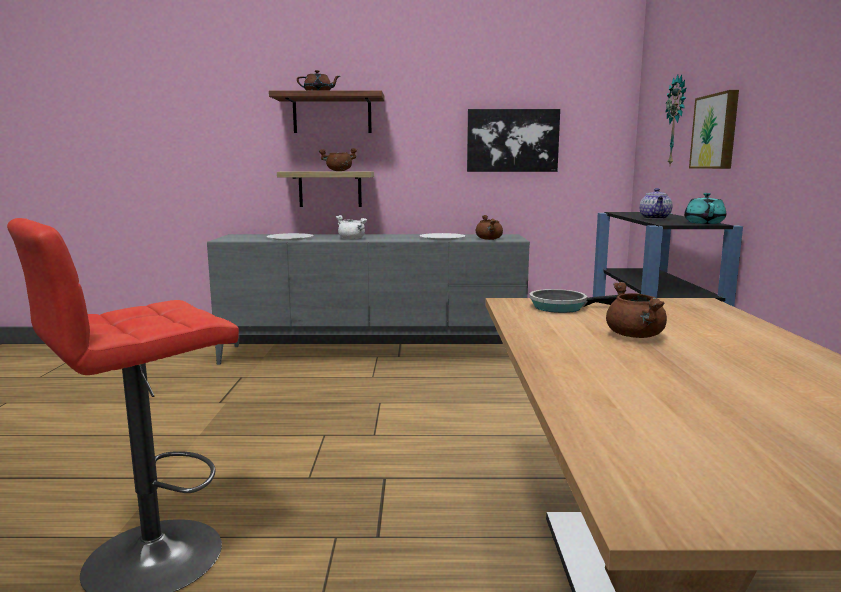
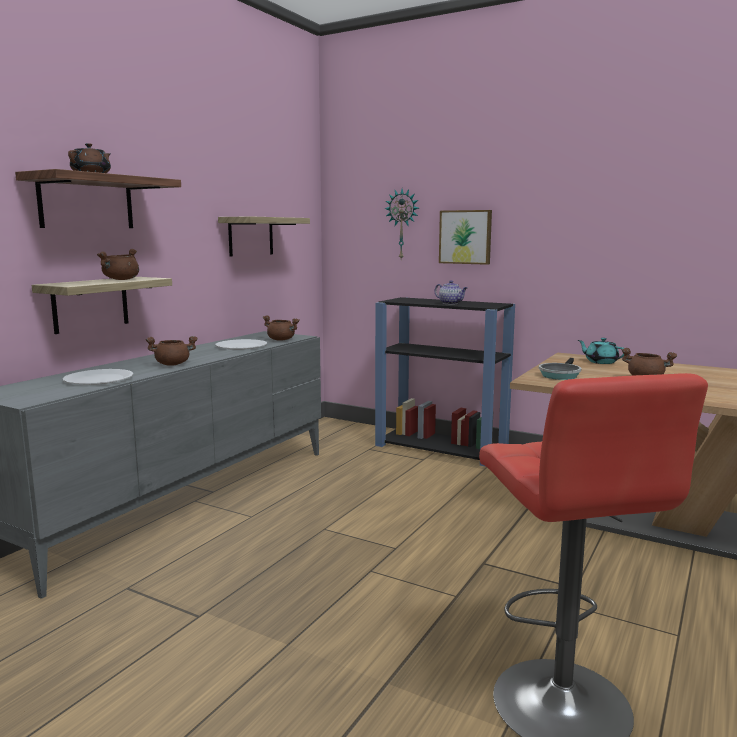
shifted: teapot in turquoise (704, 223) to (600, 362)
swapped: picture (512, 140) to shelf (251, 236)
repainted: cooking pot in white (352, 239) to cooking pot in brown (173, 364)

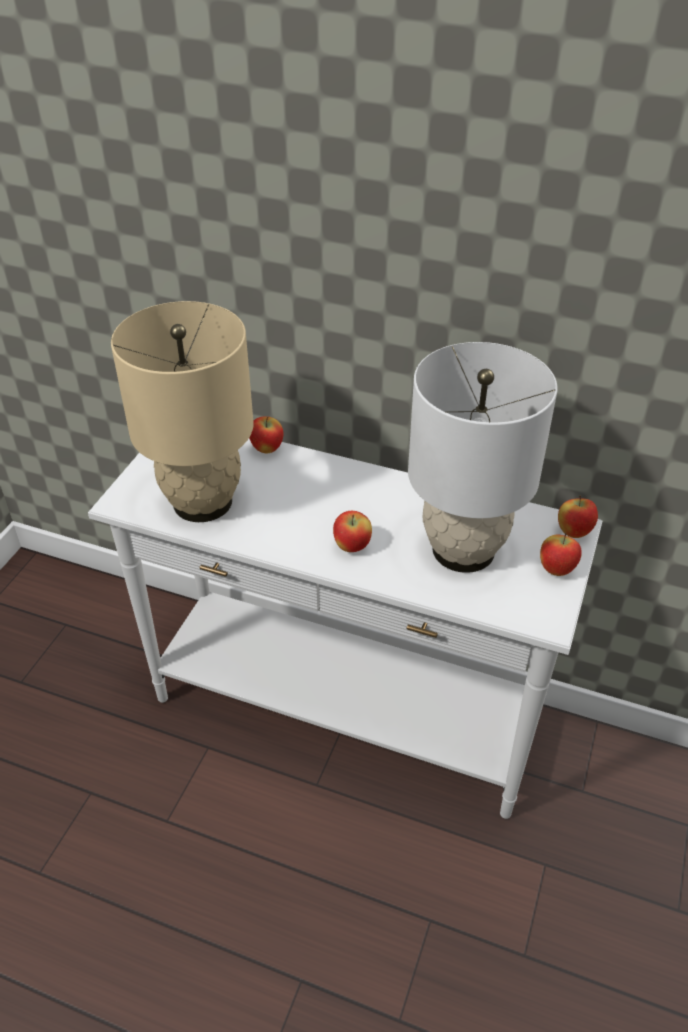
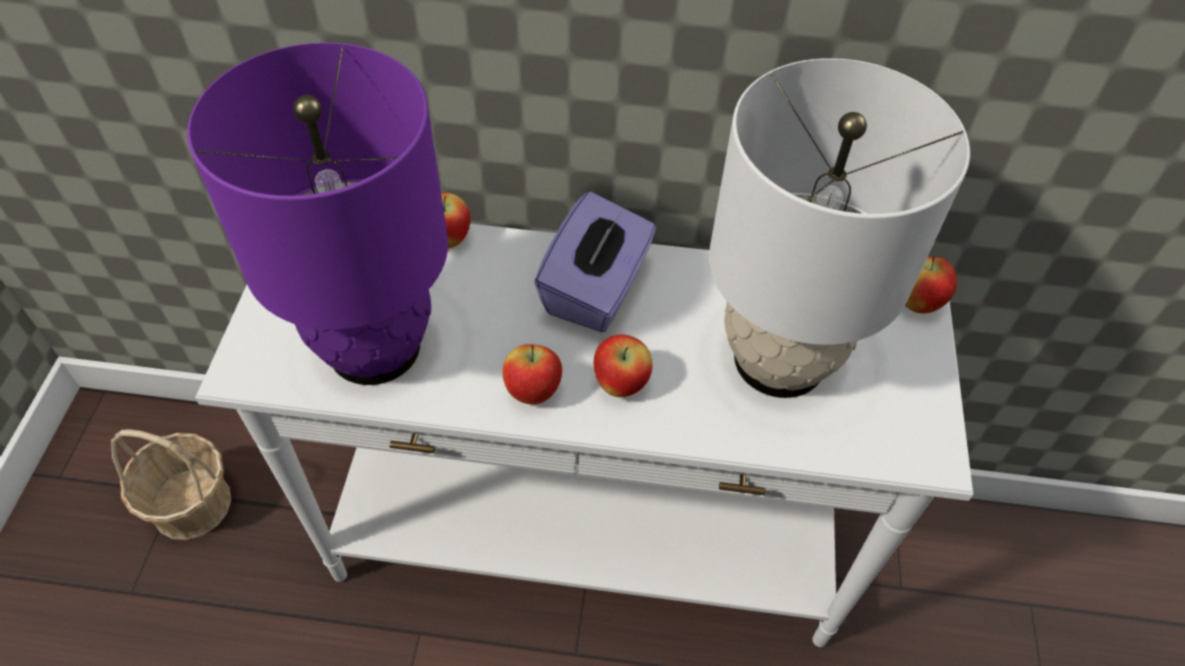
new: basket (191, 503); tissue box in purple (596, 290)
shifted: apple (556, 570) to (533, 392)
repainted: table lamp in beige (203, 502) to table lamp in purple (375, 347)

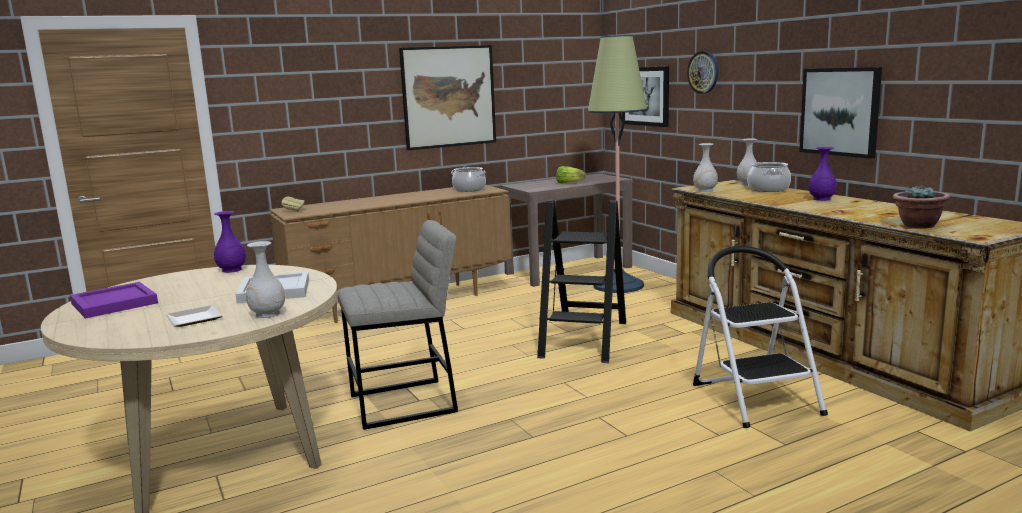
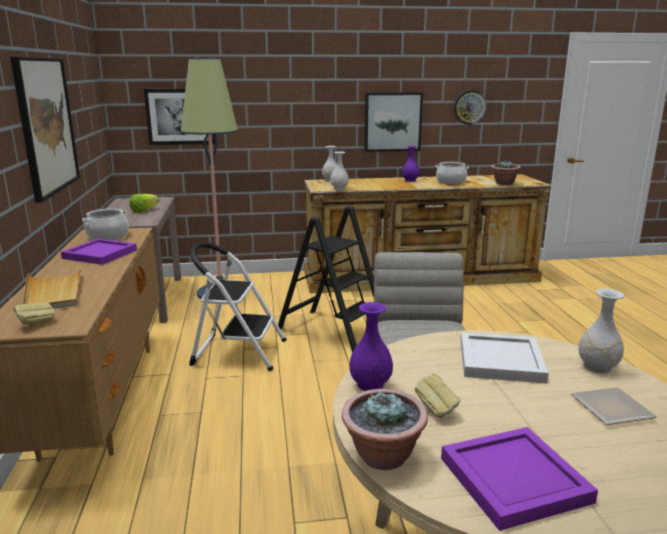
new: tray in beige (53, 293); tray in purple (99, 254); potted plant (383, 456); bread (436, 410)
shifted: wall clock (703, 72) to (469, 107); step ladder (754, 398) to (236, 352); cooking pot (768, 189) to (450, 182)

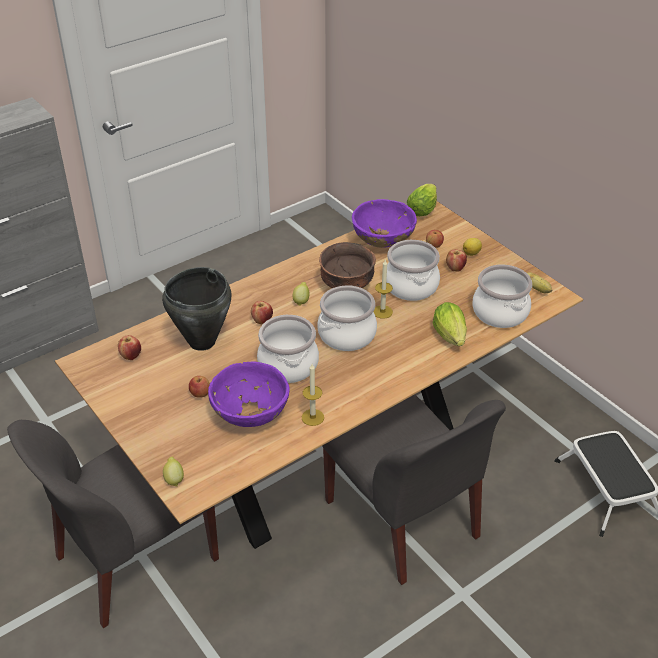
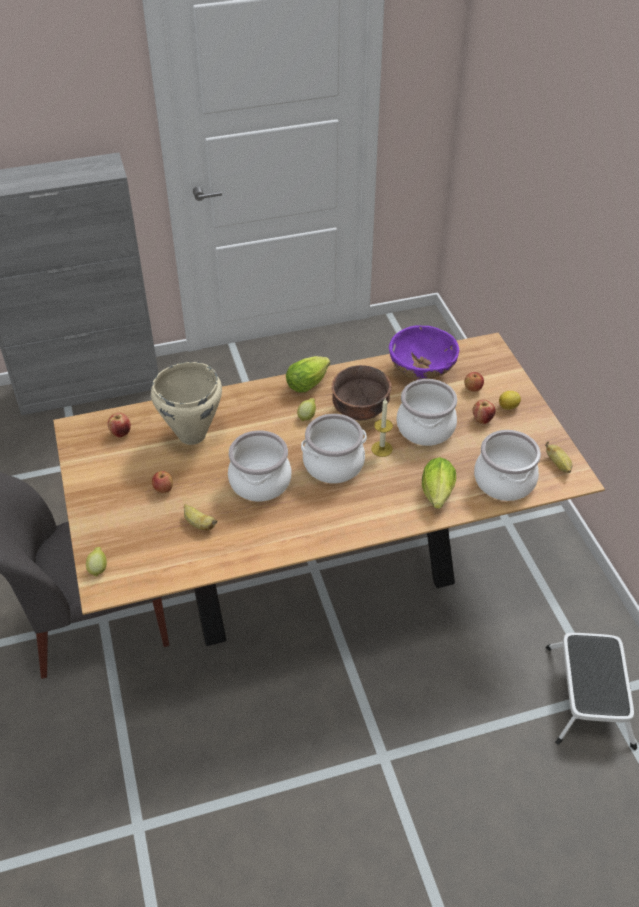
gone: apple (262, 321); candle (312, 417); chair in grey (404, 521)
shifted: lettuce (423, 209) to (309, 383)
swapped: bowl in purple (250, 415) to banana (199, 524)
repainted: cooking pot in black (201, 342) to cooking pot in beige (191, 435)

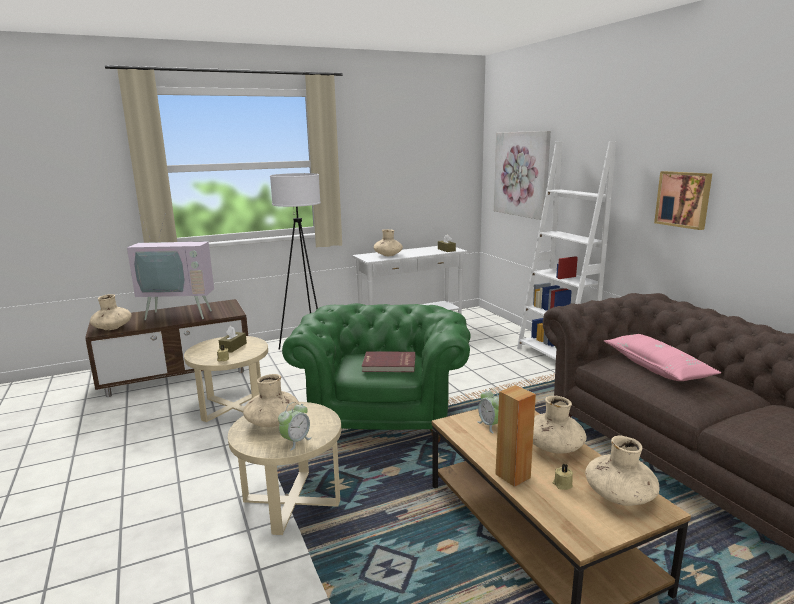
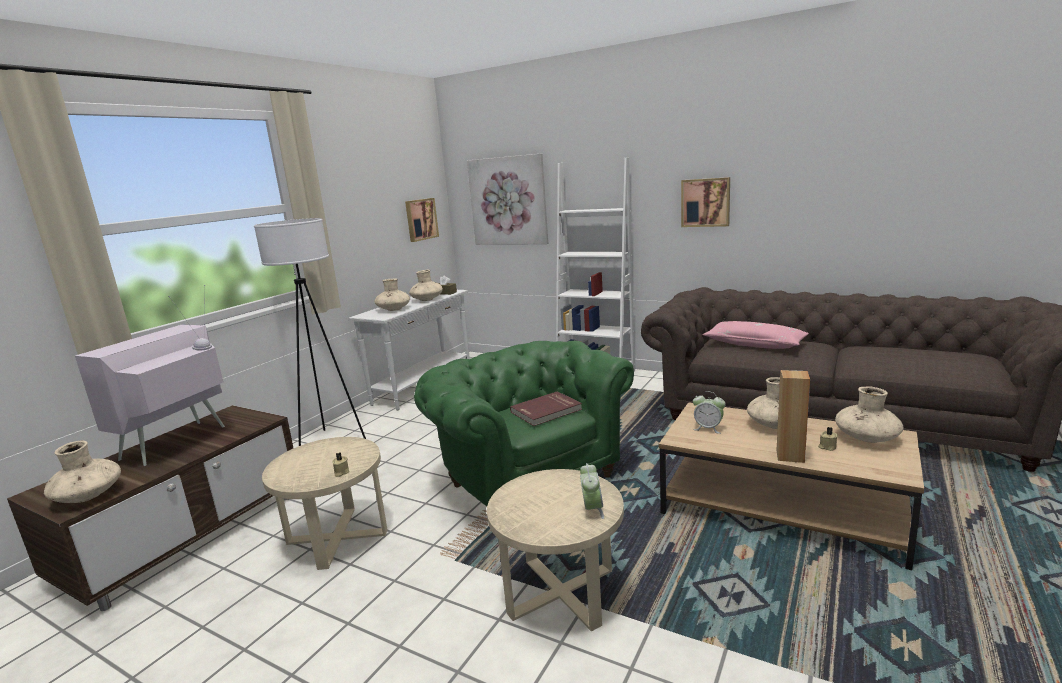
gone: tissue box in brown (233, 347)
new: picture (420, 219)
shifted: vase in beige (272, 422) to (427, 299)
rotated: television (181, 313) = (179, 443) 150 degrees clockwise

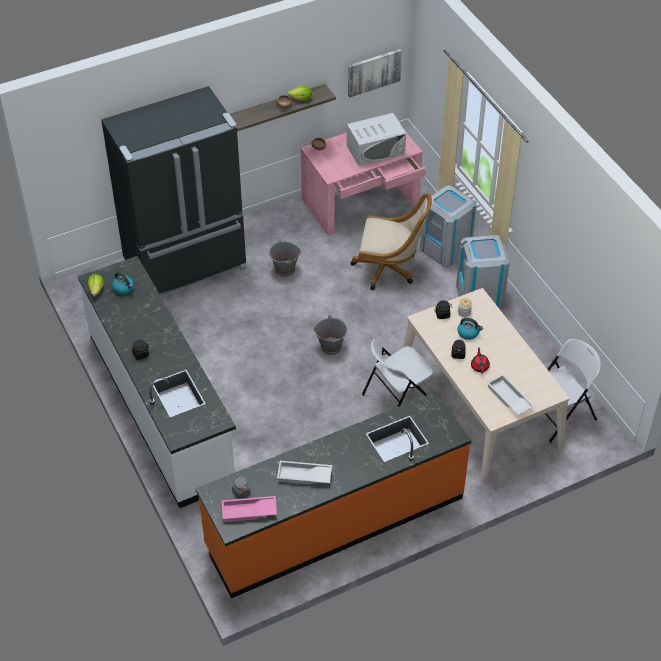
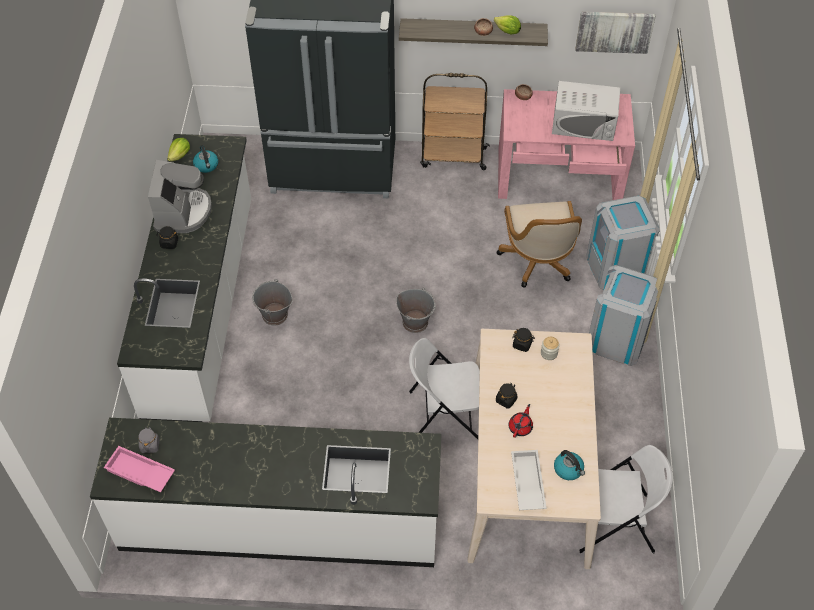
gone: tray in white (304, 476)
new: coffee machine (182, 212); cart in brown (452, 157)
shifted: bucket in grey (284, 269) to (274, 315); kettle (468, 333) to (568, 469)
repainted: counter in orange (335, 522) to counter in white (280, 521)
rotated: office chair (389, 268) = (539, 263) 45 degrees clockwise

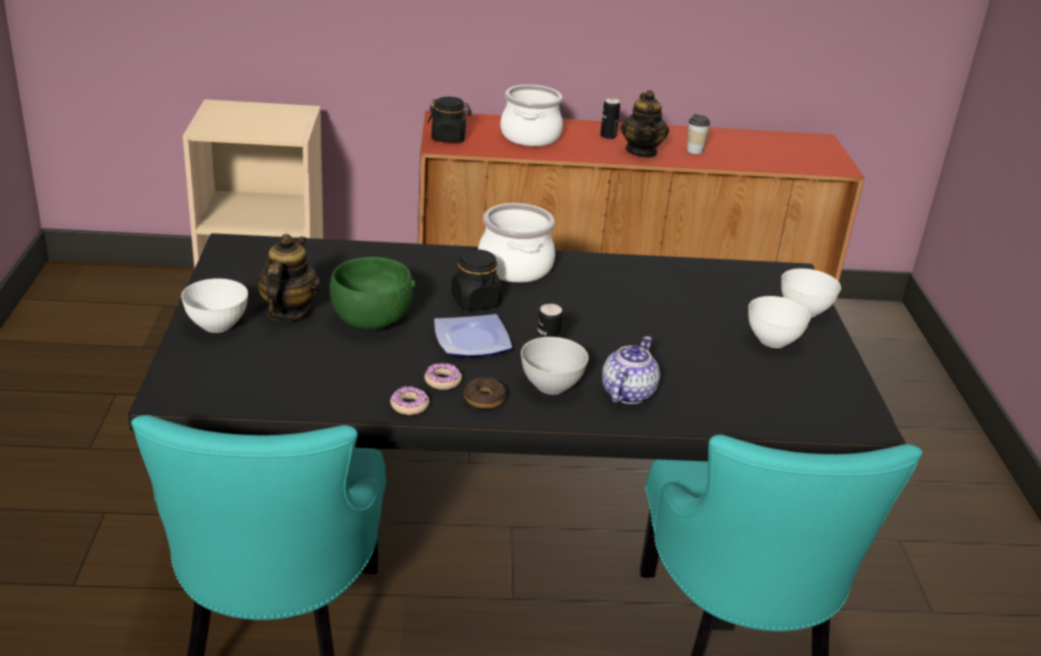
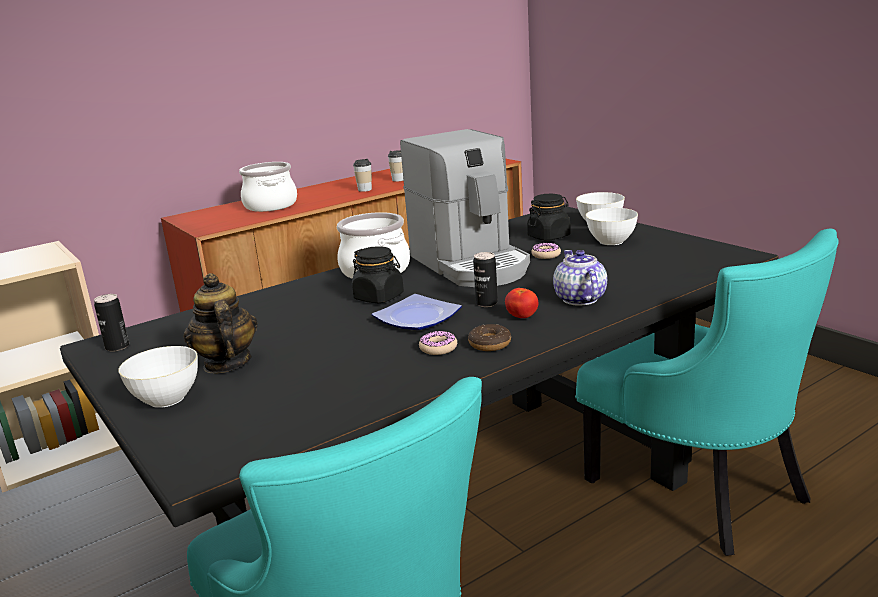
gone: bowl in green (371, 320)
new: coffee machine (471, 264)
shifted: donut (409, 405) to (546, 255); jar in black (448, 138) to (549, 236); can (608, 136) to (117, 347)
swapped: bowl in grey (551, 385) to tomato (522, 317); teapot (642, 151) to cup (364, 189)

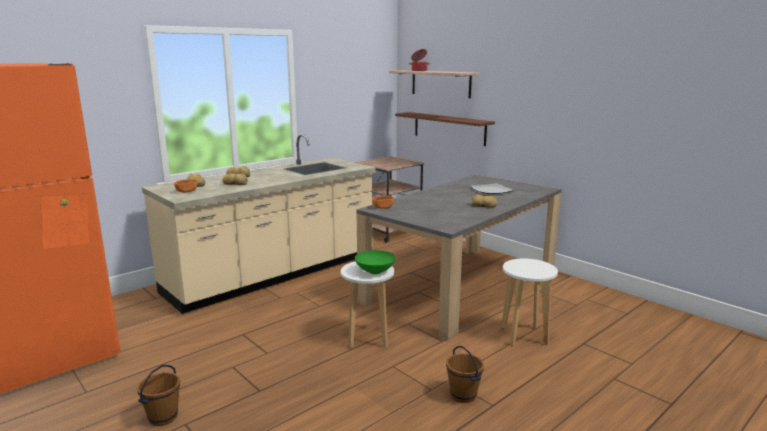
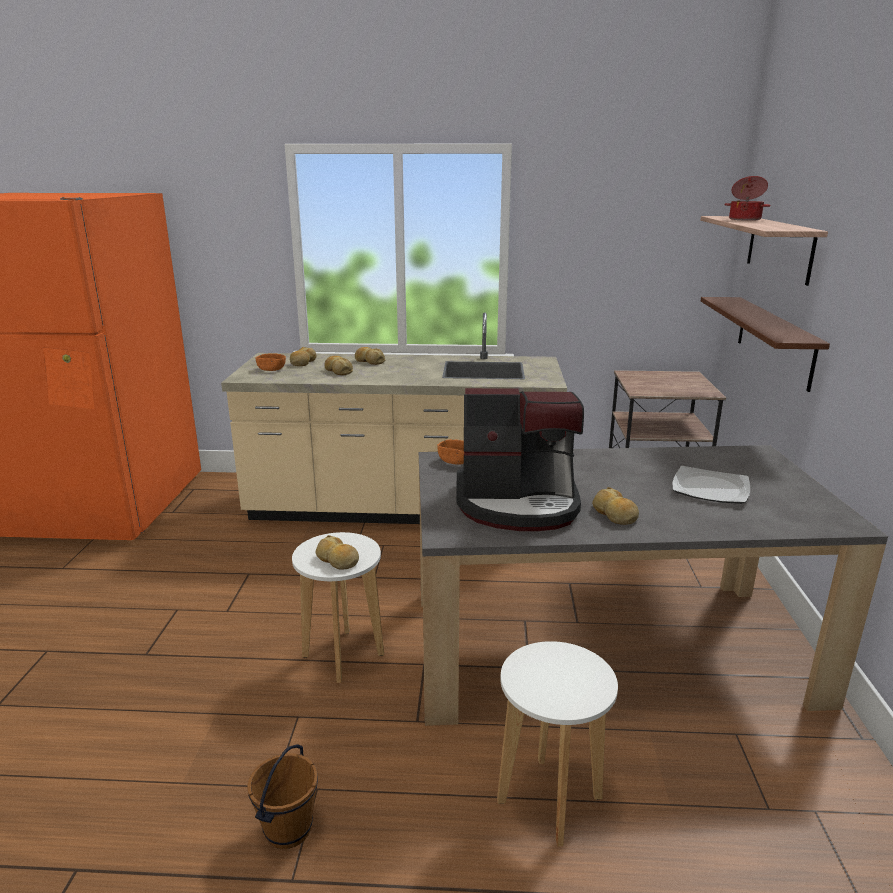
gone: bucket in brown (163, 417)
new: coffee machine (518, 503)
swapped: bowl in green (375, 271) to bread (337, 560)

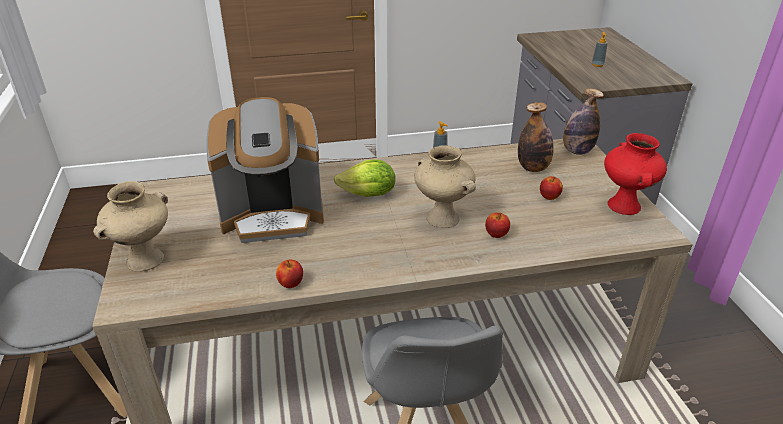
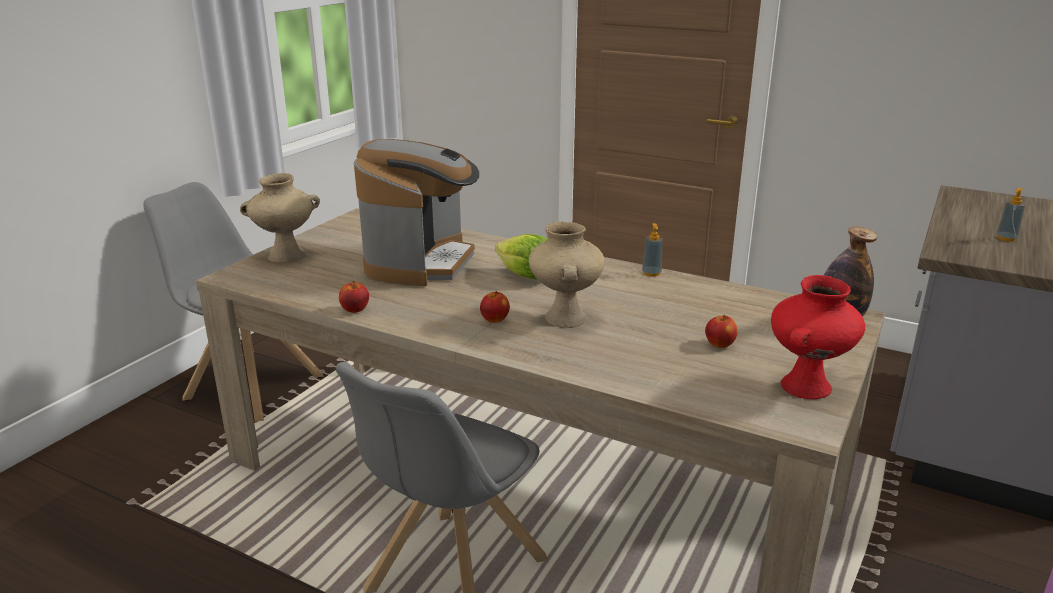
gone: bottle (533, 168)
shifted: apple (496, 234) to (495, 320)
rotated: coffee machine (273, 215) = (421, 262) 105 degrees counterclockwise

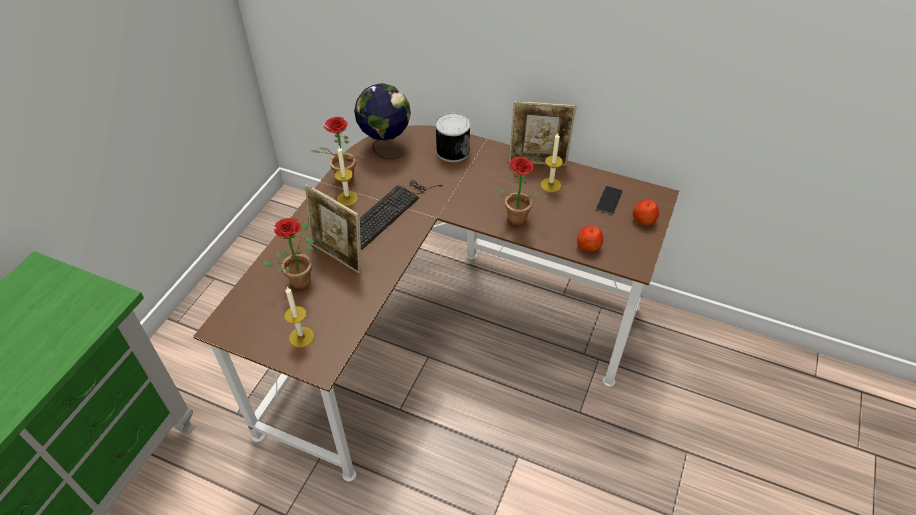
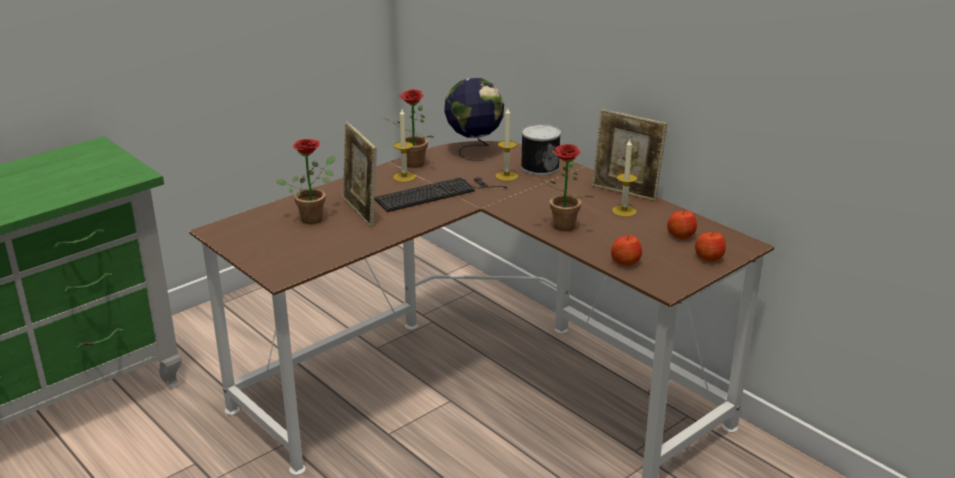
shifted: candle (301, 337) to (506, 176)
swapped: phone (609, 200) to apple (681, 235)

